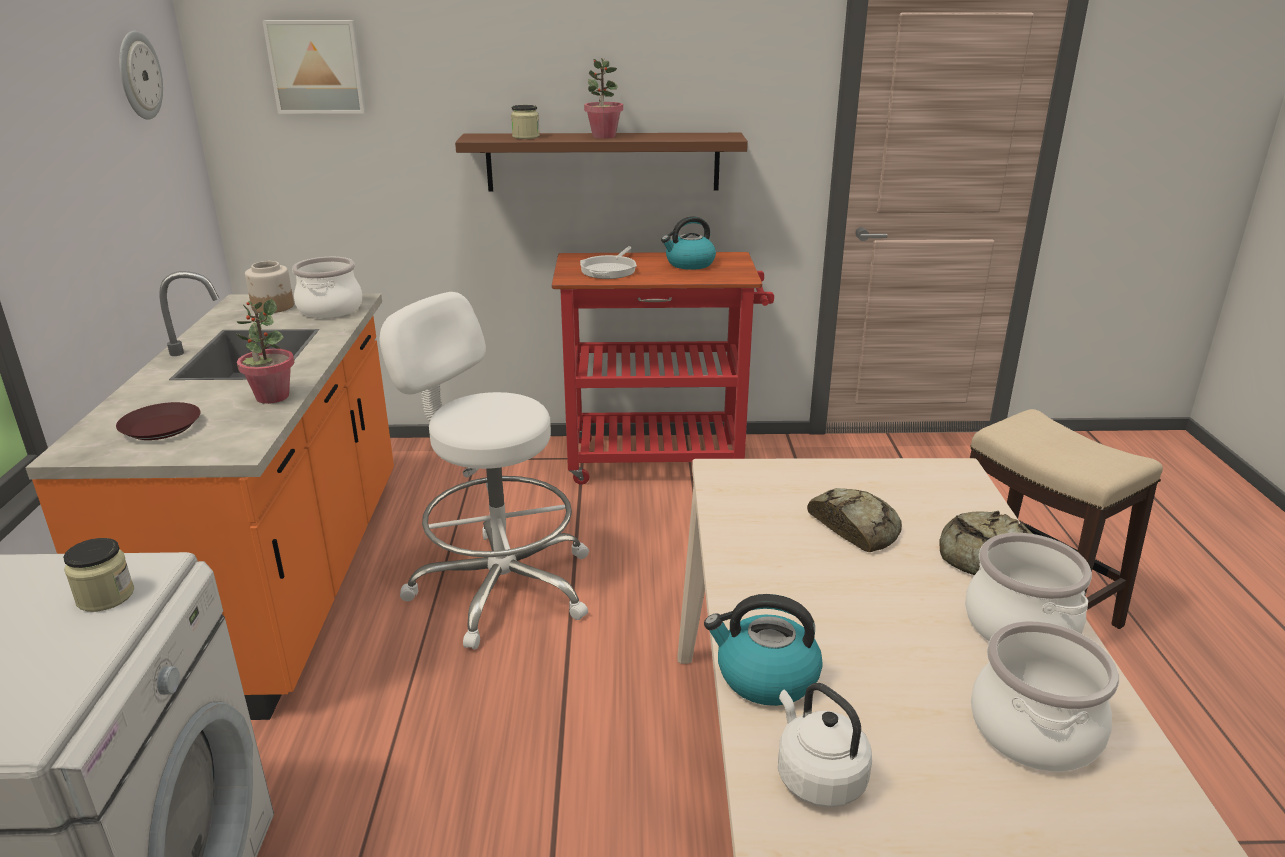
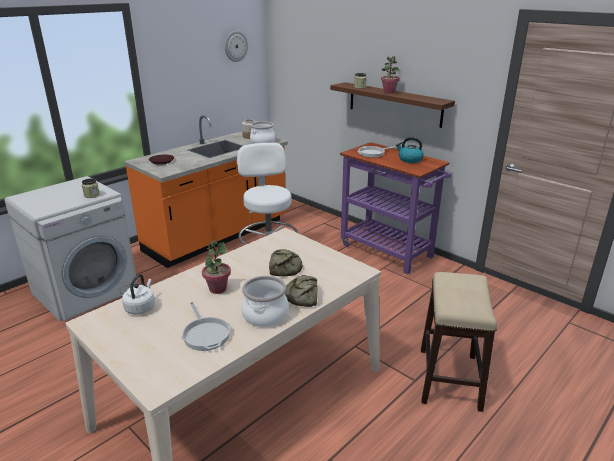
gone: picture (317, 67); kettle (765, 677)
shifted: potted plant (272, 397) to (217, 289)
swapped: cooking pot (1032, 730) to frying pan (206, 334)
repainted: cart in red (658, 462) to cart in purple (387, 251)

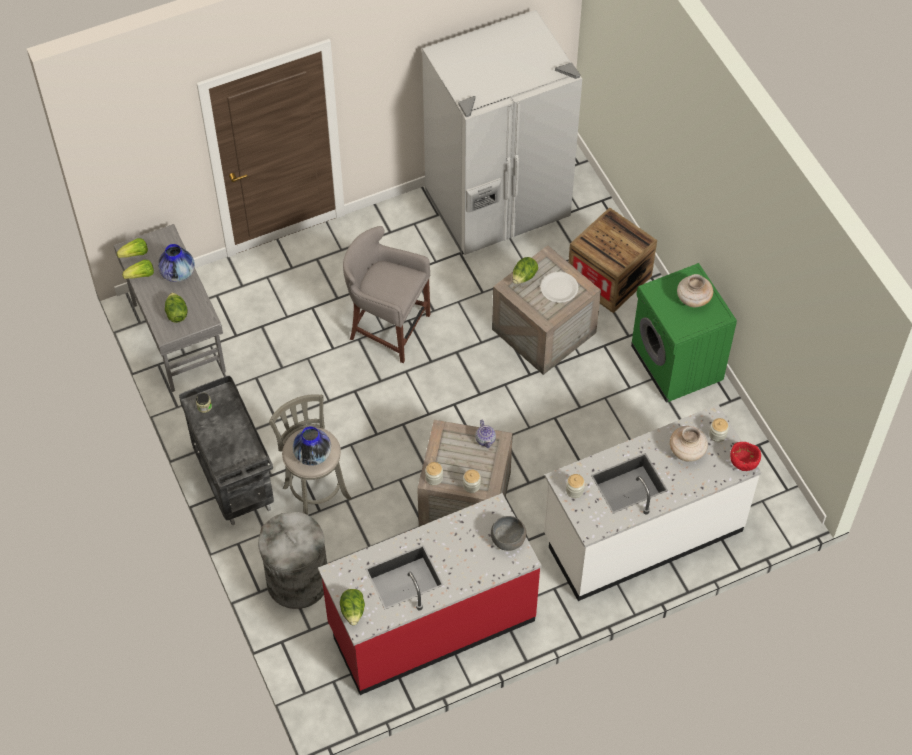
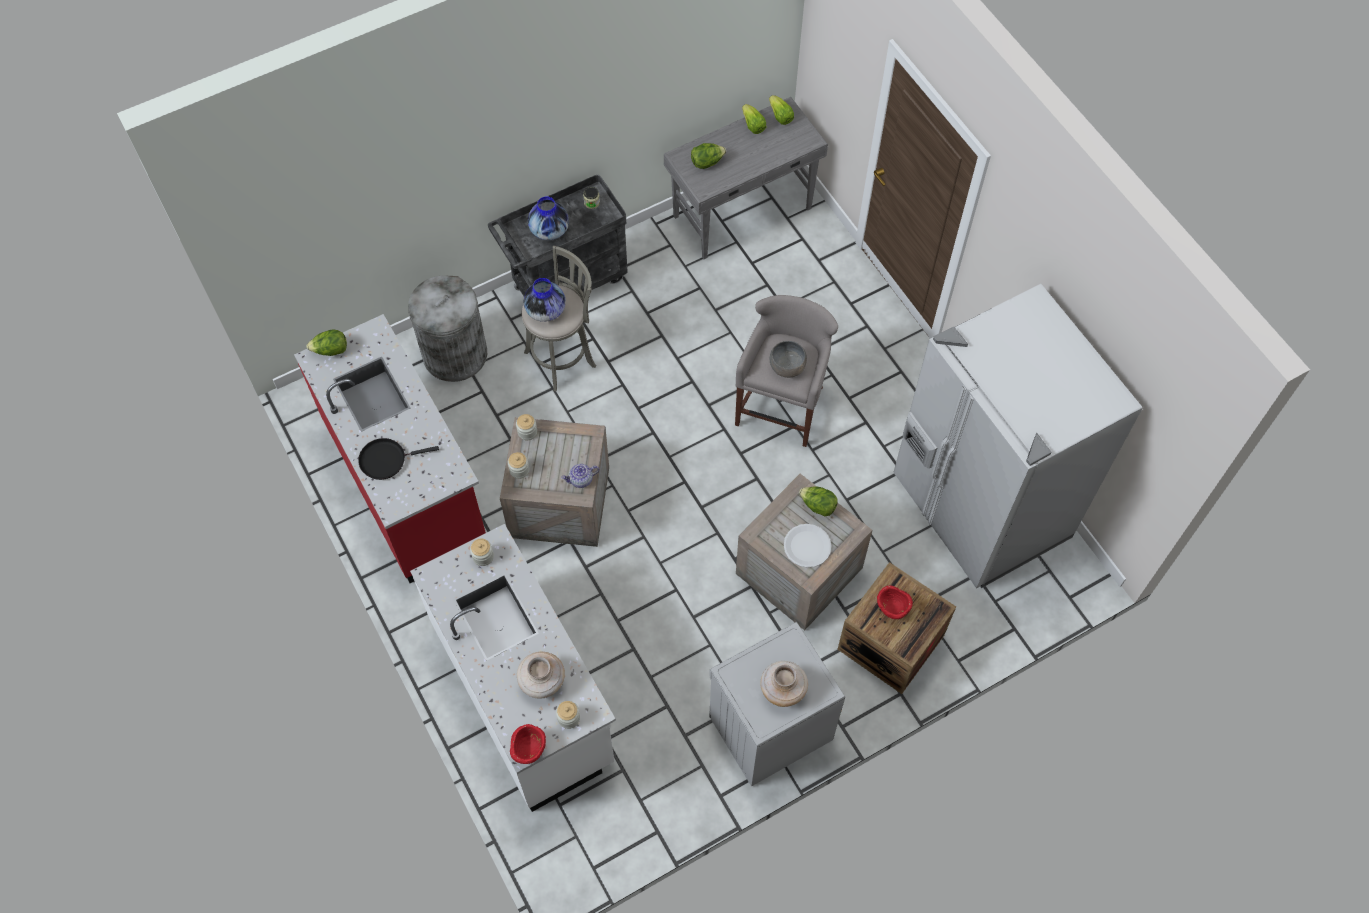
new: frying pan in black (386, 460); bowl in red (892, 608)
shifted: vase (178, 273) to (549, 230); bowl in grey (508, 539) to (787, 367)
repainted: washing machine in green (675, 364) to washing machine in white (768, 726)

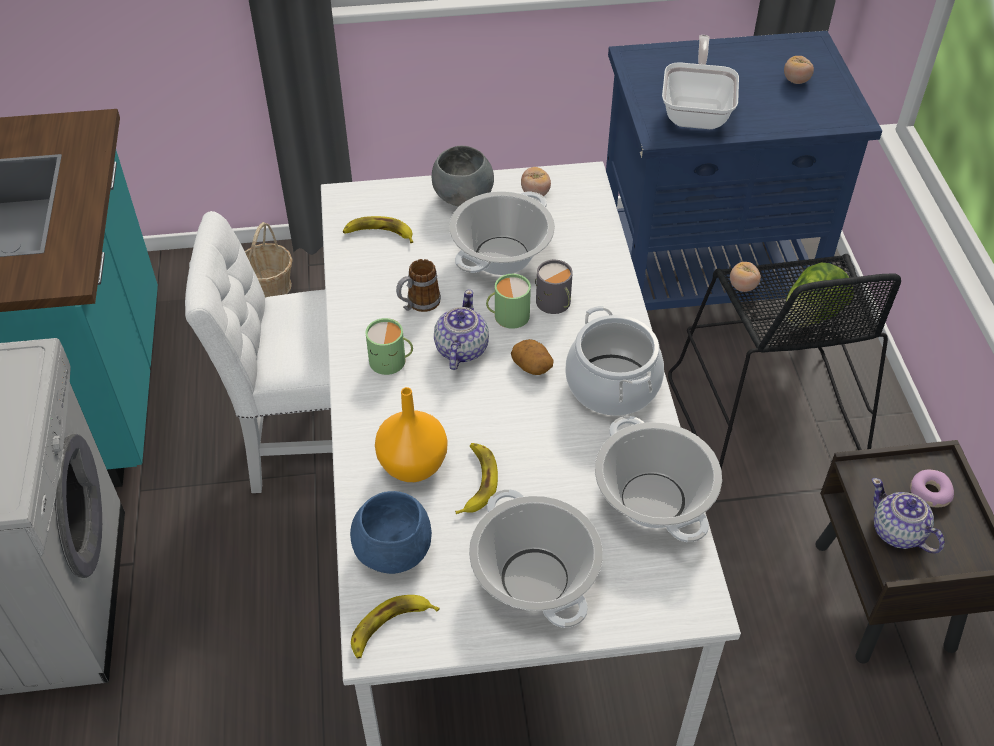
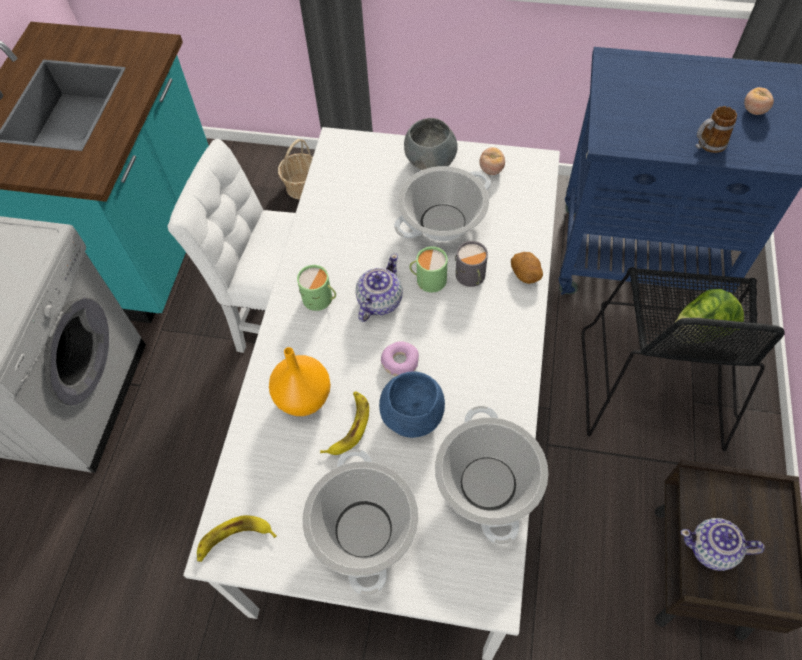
gone: banana (379, 234); cooking pot (612, 385); frying pan (697, 111); tomato (742, 286)
shifted: bowl in blue (393, 552) to (412, 416); mug (418, 304) to (707, 145); potato (532, 366) to (526, 274); donut (929, 493) to (400, 362)
rotated: teapot (898, 533) = (712, 549) 60 degrees counterclockwise

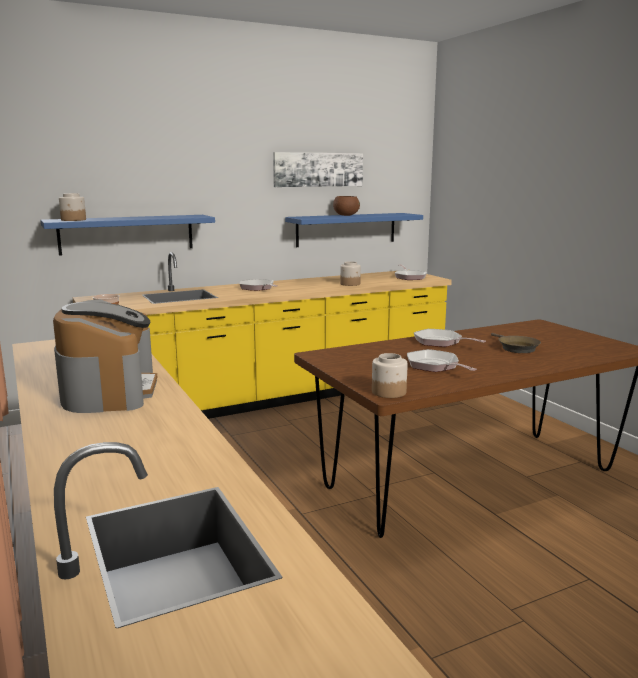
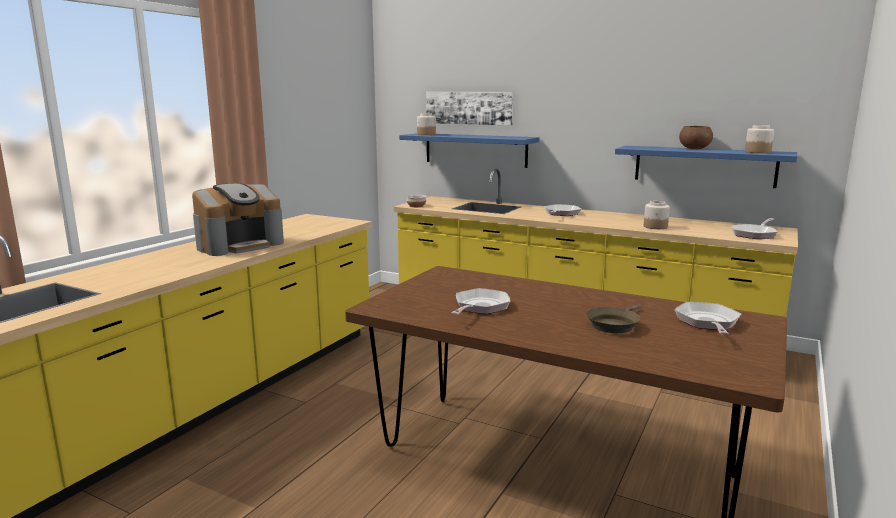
shifted: picture (318, 169) to (469, 108); jar (388, 392) to (757, 152); frying pan (440, 342) to (707, 323)

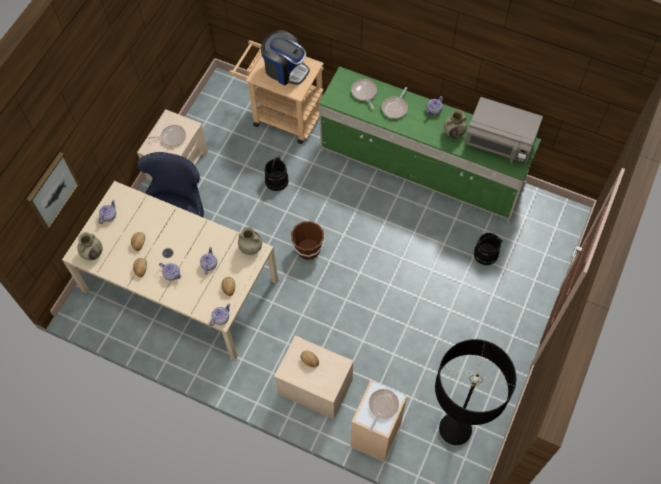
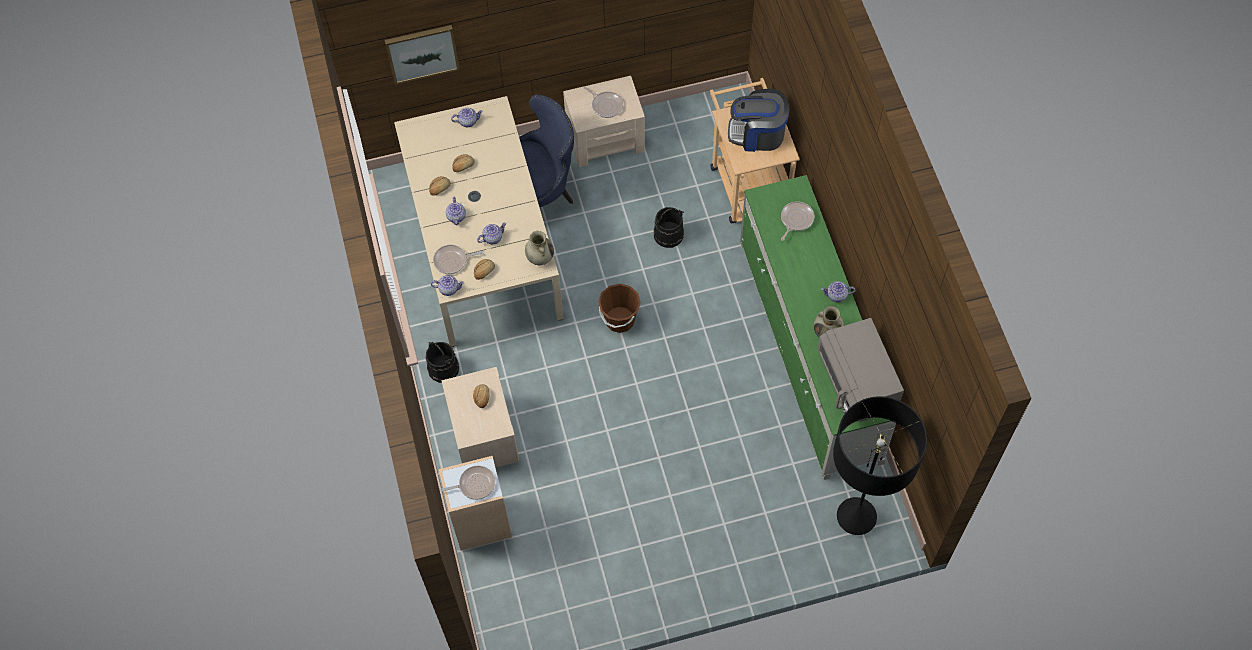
gone: vase in beige (93, 253)
shifted: frying pan (395, 108) to (452, 261); floor lamp in black (455, 430) to (856, 518); bucket in black (485, 254) to (443, 368)
rotated: coffee machine (285, 70) = (757, 133) 105 degrees clockwise

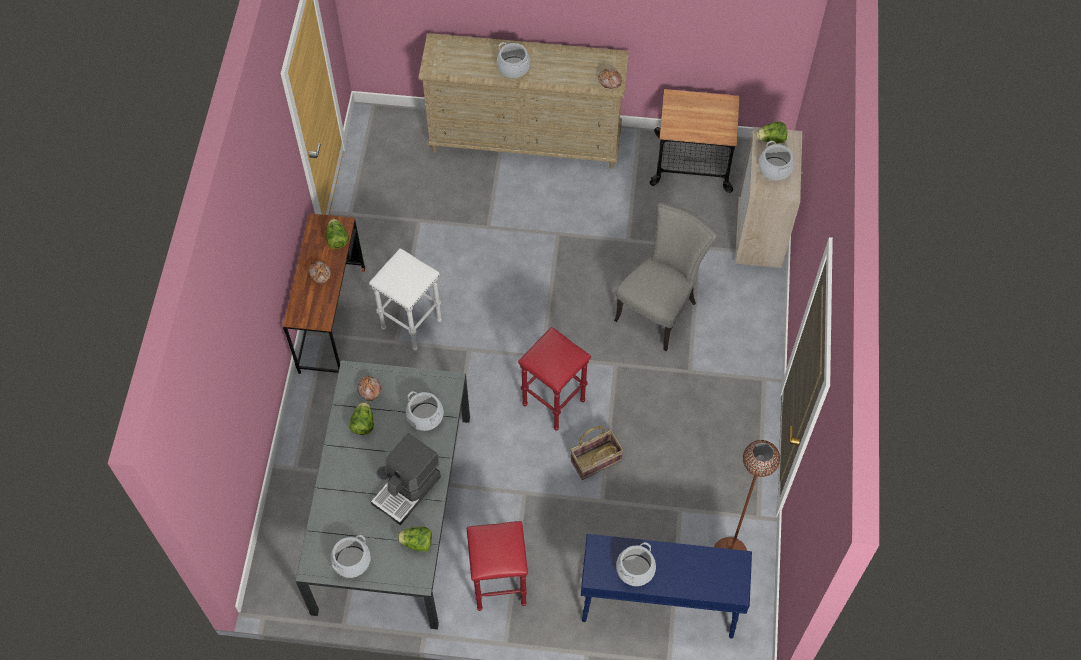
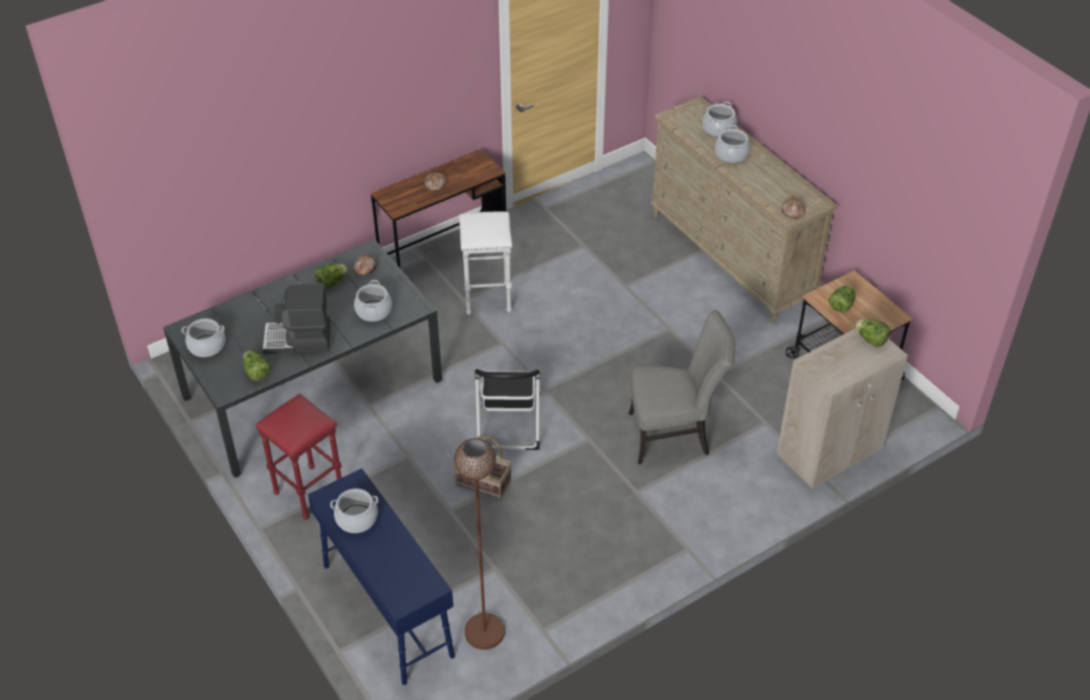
shifted: lettuce (337, 239) to (841, 305); cooking pot (775, 168) to (719, 129)
swapped: stool in red (554, 403) to step ladder (508, 423)

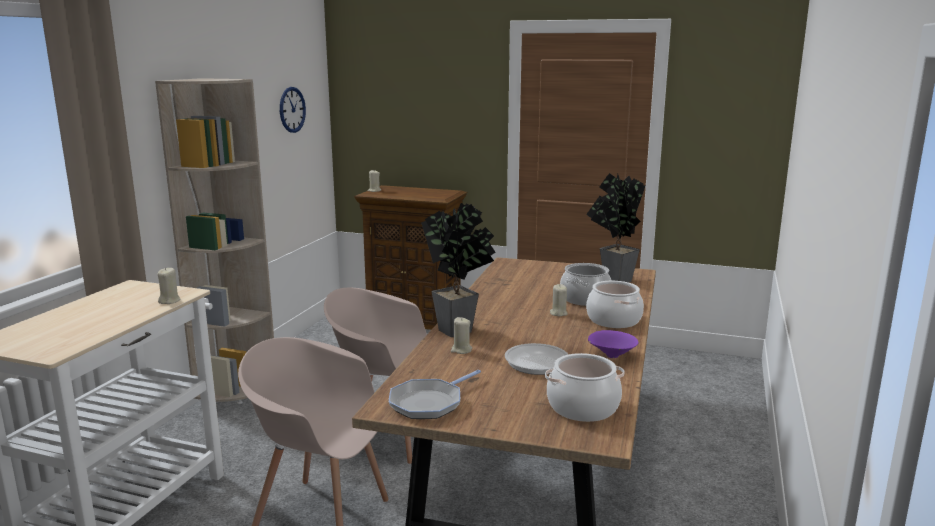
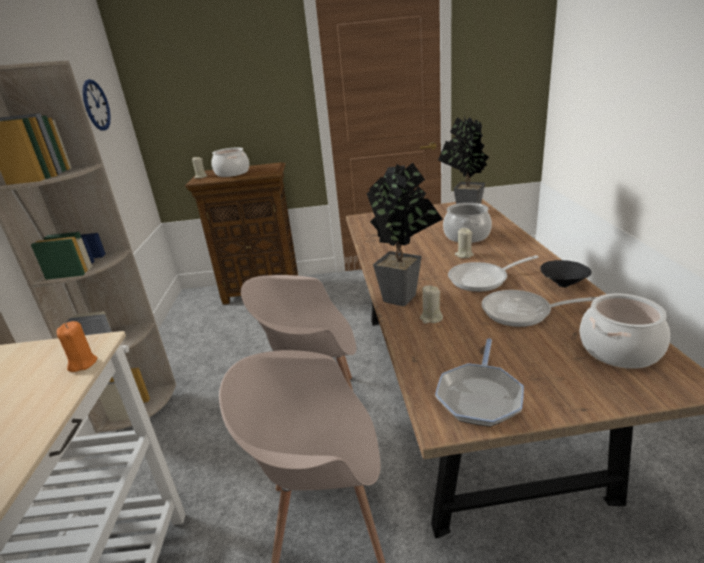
new: frying pan (483, 279)
shifted: cooking pot (614, 320) to (232, 173)
repainted: candle in beige (169, 301) to candle in orange (83, 363); bowl in purple (611, 356) to bowl in black (562, 285)

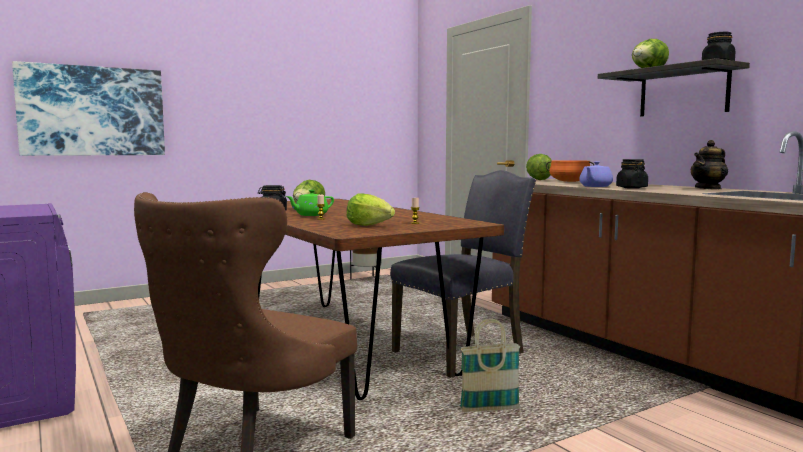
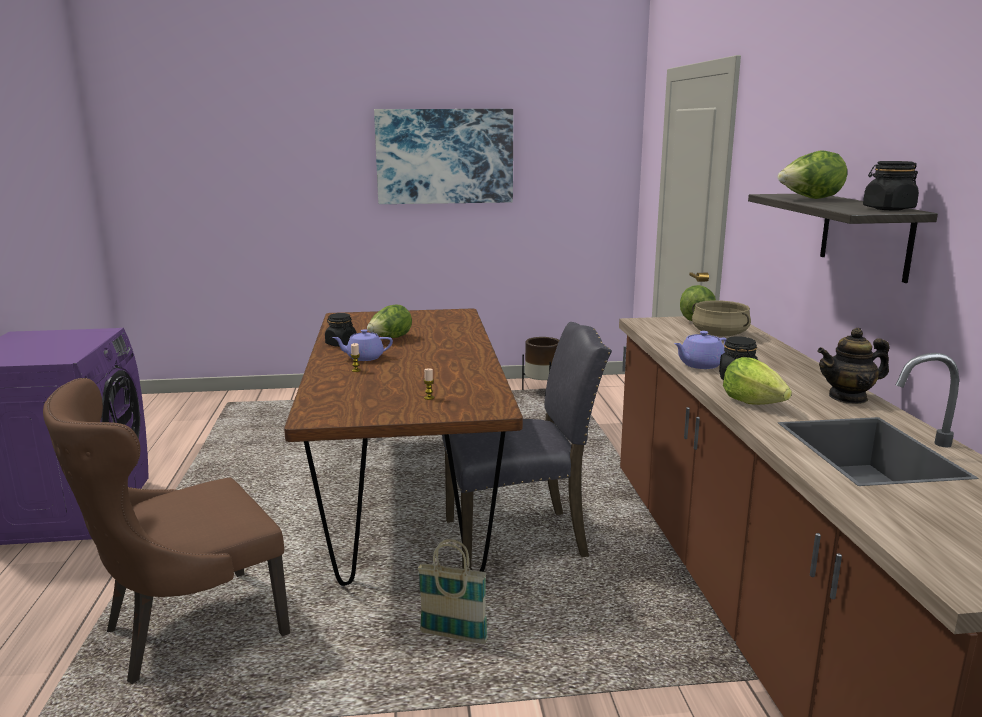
shifted: picture (92, 111) to (444, 156); lettuce (369, 225) to (752, 402)
repainted: teapot in green (311, 215) to teapot in purple (364, 357); cooking pot in orange (569, 181) to cooking pot in beige (719, 334)

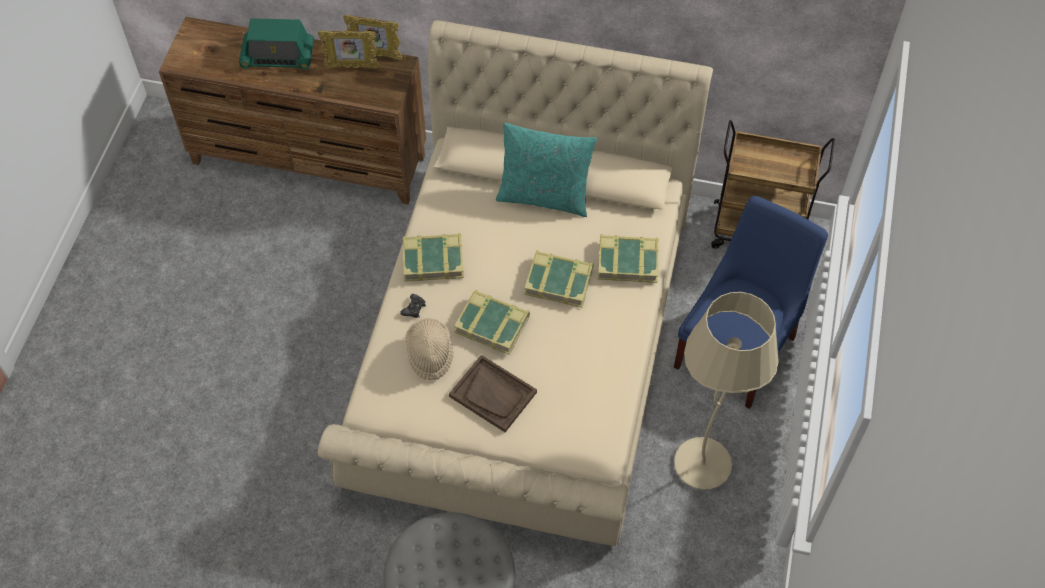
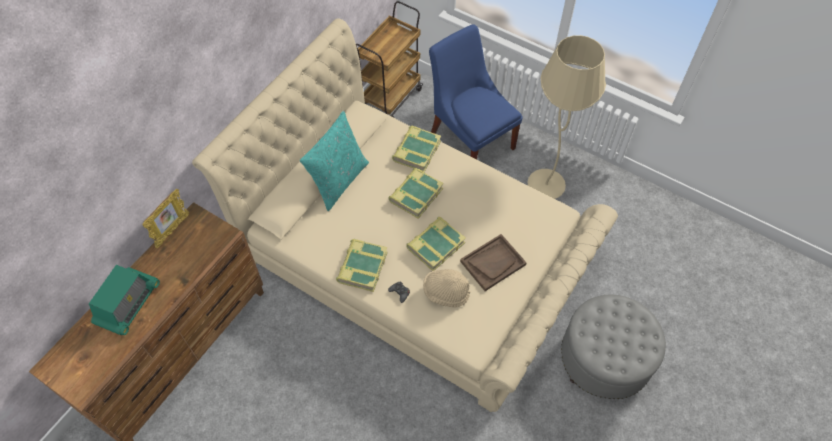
gone: picture frame (352, 67)

